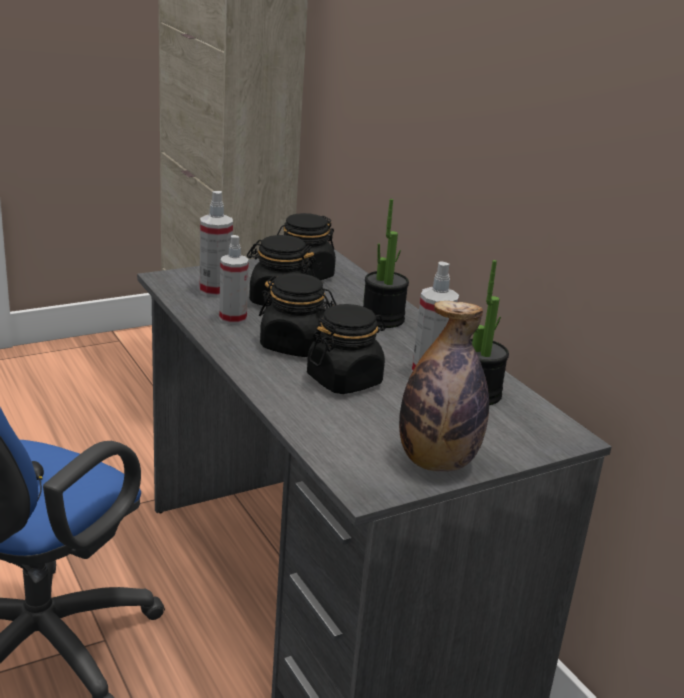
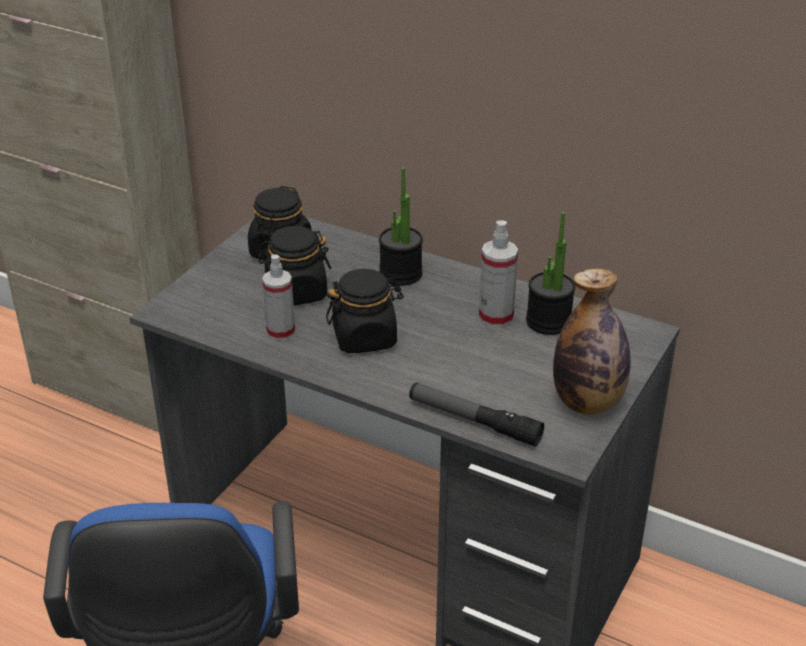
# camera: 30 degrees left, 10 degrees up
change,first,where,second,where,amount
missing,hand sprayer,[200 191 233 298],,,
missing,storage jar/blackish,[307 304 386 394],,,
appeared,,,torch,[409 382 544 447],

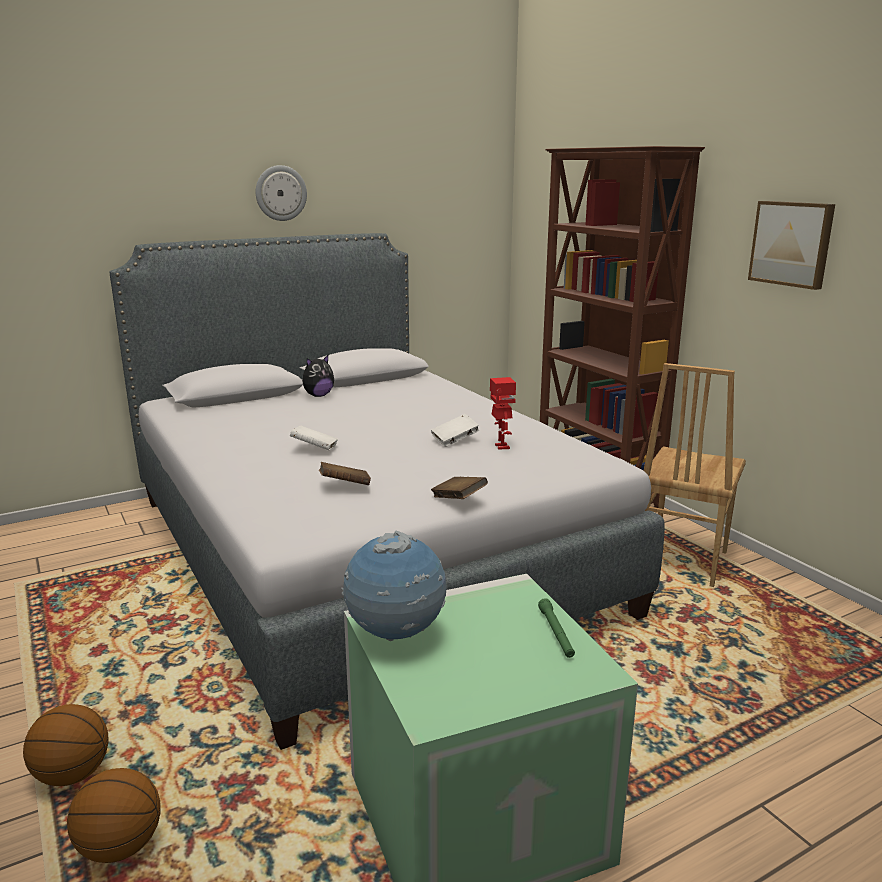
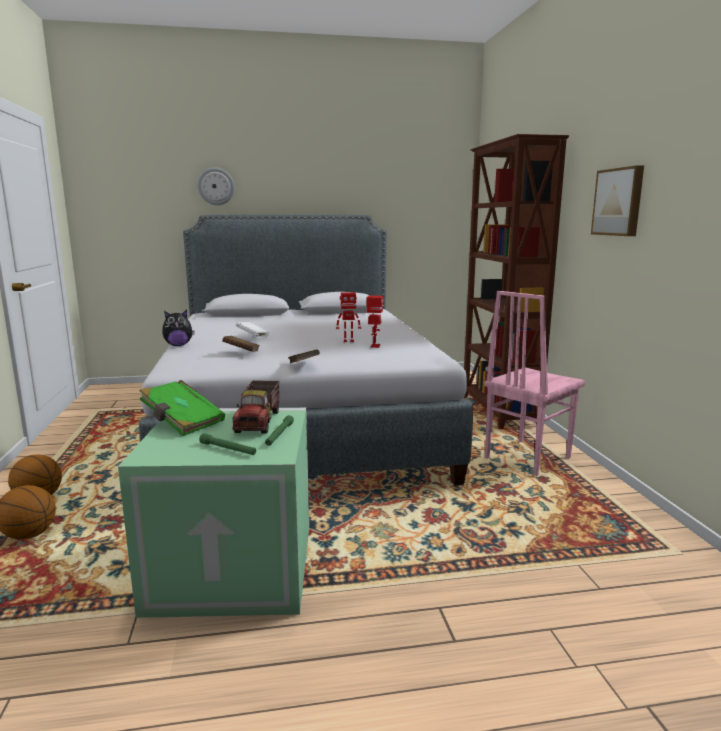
# camera: 20 degrees right, 5 degrees down
change,first,where,second,where,amount
relocated,hanging clock,[256 165 307 221],,[197 168 235 205],
relocated,plush toy,[302 355 334 397],,[162 310 195 346],
exchanged,world globe,[341 531 447 641],volume/green,[140 380 225 436],
exchanged,volume/whitish,[431 414 479 447],model robot,[336 292 361 342],
colour,plain chair/brownish,[644 363 746 587],plain chair/pink,[484 291 585 476],
appeared,,,torch/green,[199 433 256 455],
appeared,,,toy truck,[232 381 280 434],

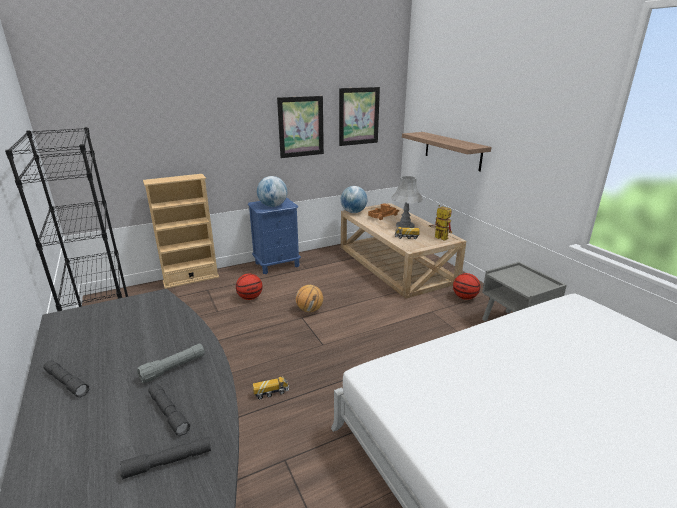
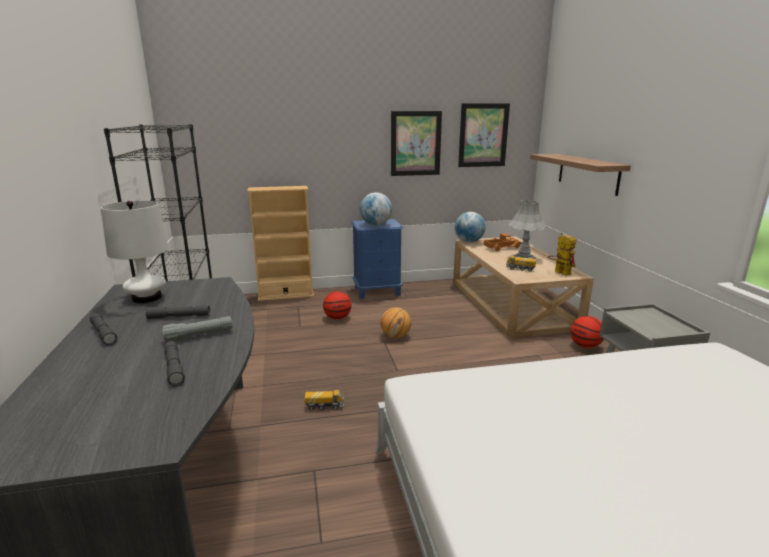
# camera: 15 degrees right, 5 degrees down
change,first,where,second,where,amount
relocated,torch/greyish,[120 437 211 480],,[145 305 210 319],
appeared,,,tabletop lamp/whitish,[101 201 168 303],

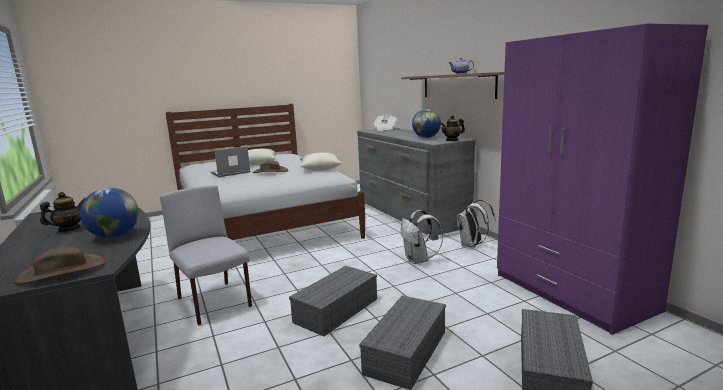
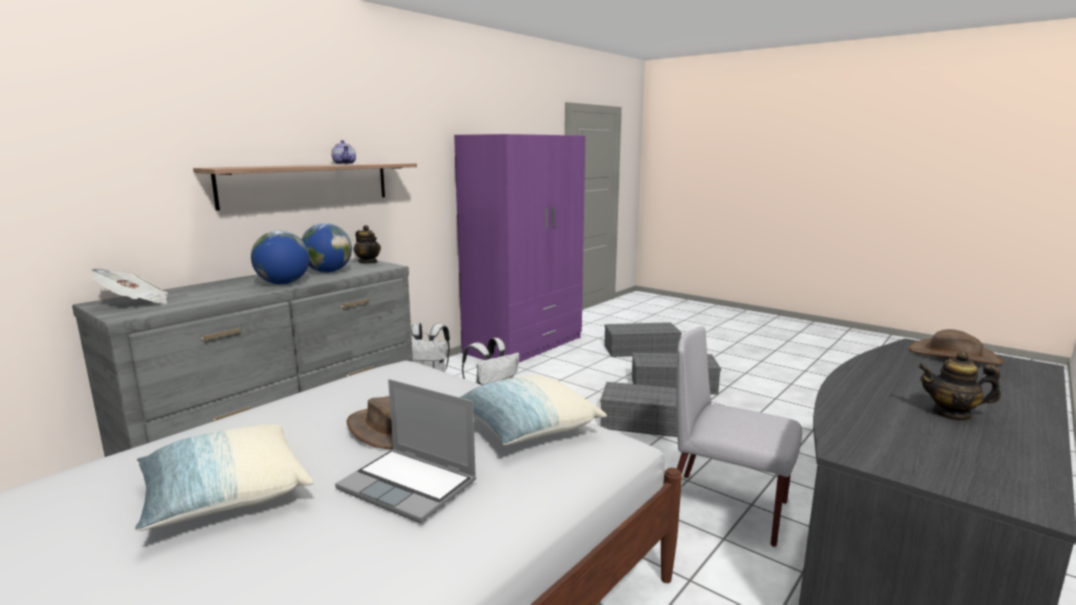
# camera: 115 degrees left, 0 degrees up
change,first,where,second,where,amount
relocated,world globe,[80 188 139 238],,[251 231 310 285],
spun,plain chair/greyish,[160 185 252 325],,[676 326 802 547],90 degrees clockwise
relocated,throw pillow,[300 152 342 171],,[460 375 607 445],

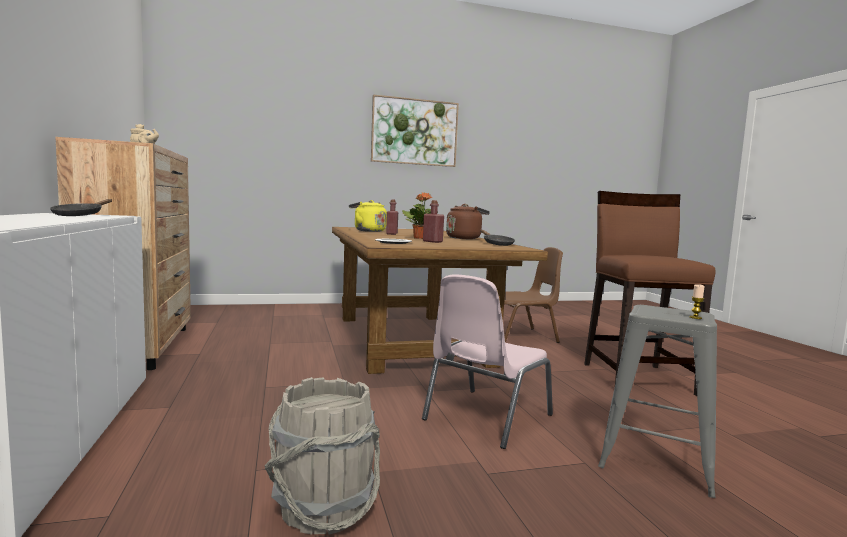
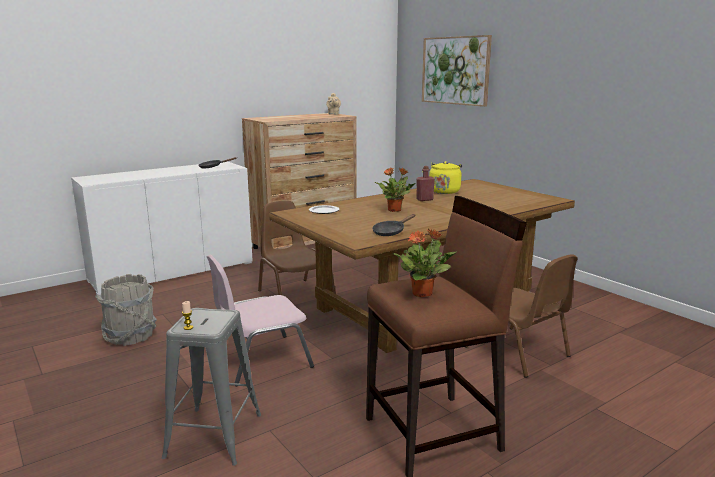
# camera: 70 degrees right, 10 degrees up
change,first,where,second,where,amount
relocated,wall picture,[371 94 459 167],,[422 35 492 107],
spun,plain chair/pink,[422 274 553 449],,[207 255 314 383],45 degrees counterclockwise
missing,beverage bottle/red,[423 200 444 243],,,
missing,kettle/brownish,[446 204 490 239],,,
appeared,,,plain chair/brownish,[258 200 336 295],
appeared,,,potted plant,[393 229 457 297],

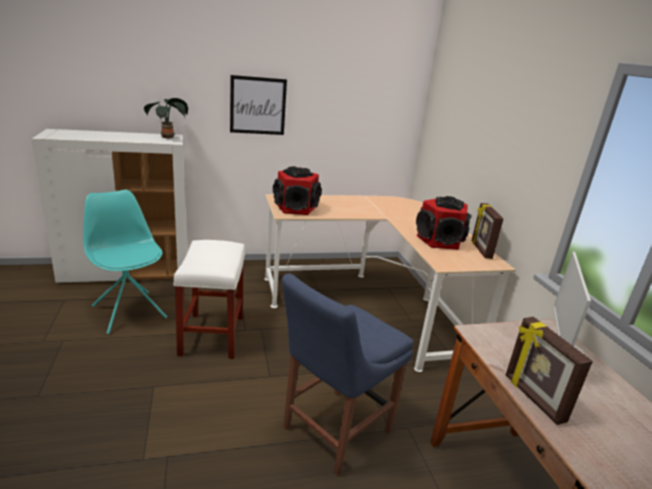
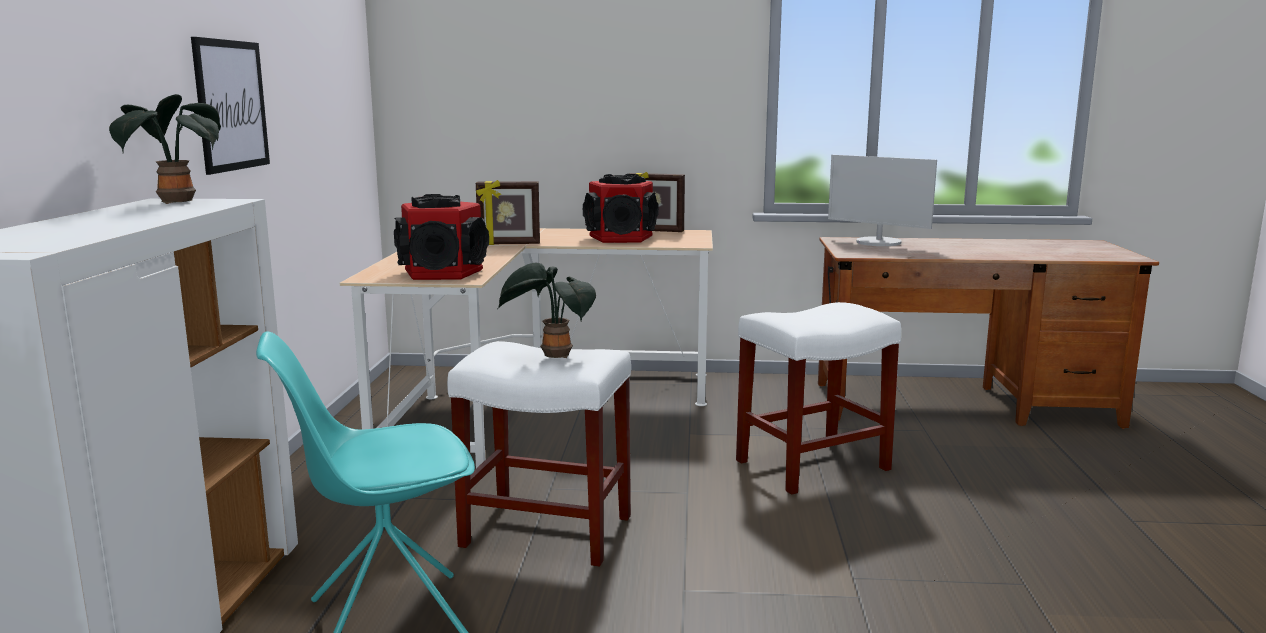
# camera: 70 degrees left, 10 degrees down
change,first,where,second,where,amount
exchanged,plain chair/blue-coloured,[282 273 413 477],stool/whitish,[736 302 901 495],
relocated,photo frame,[506 317 593 425],,[476 180 540 245],
appeared,,,potted plant,[499 263 596 358],

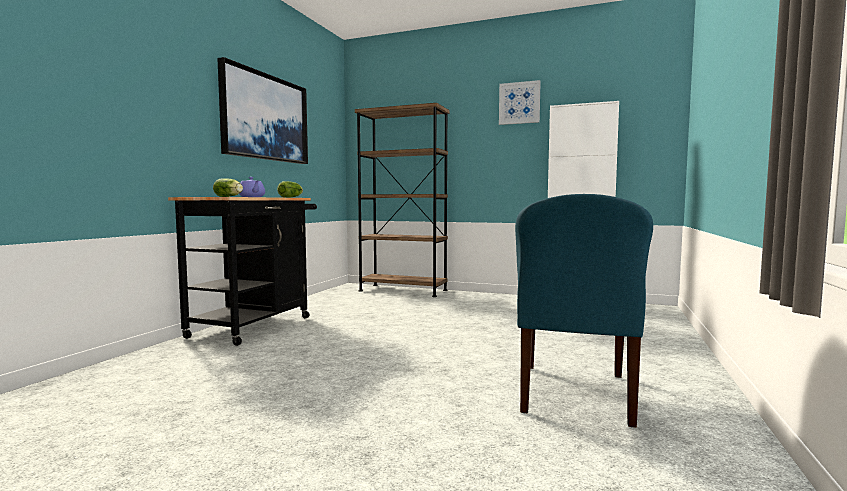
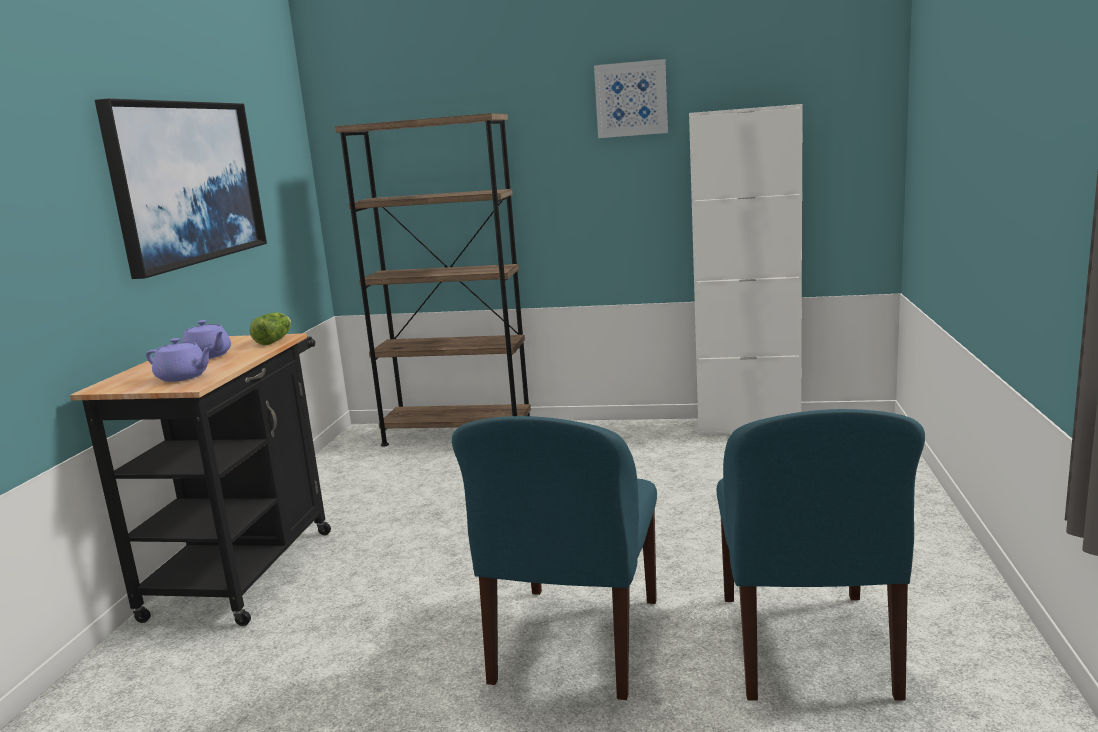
# camera: 10 degrees left, 10 degrees up
change,first,where,second,where,amount
exchanged,head of lettuce,[213 178 243 197],tea pot/purplish,[146 338 213 382],
appeared,,,plain chair/blue-coloured,[452 416 657 700],

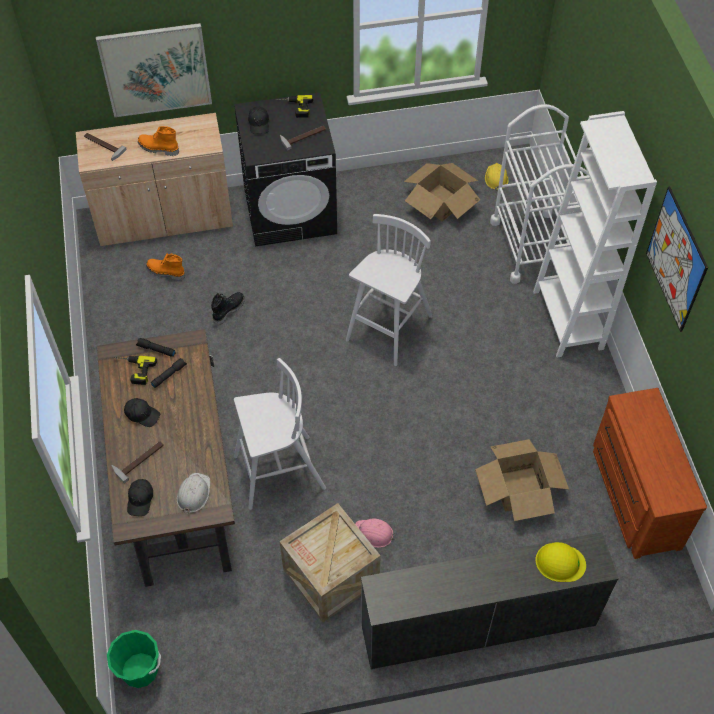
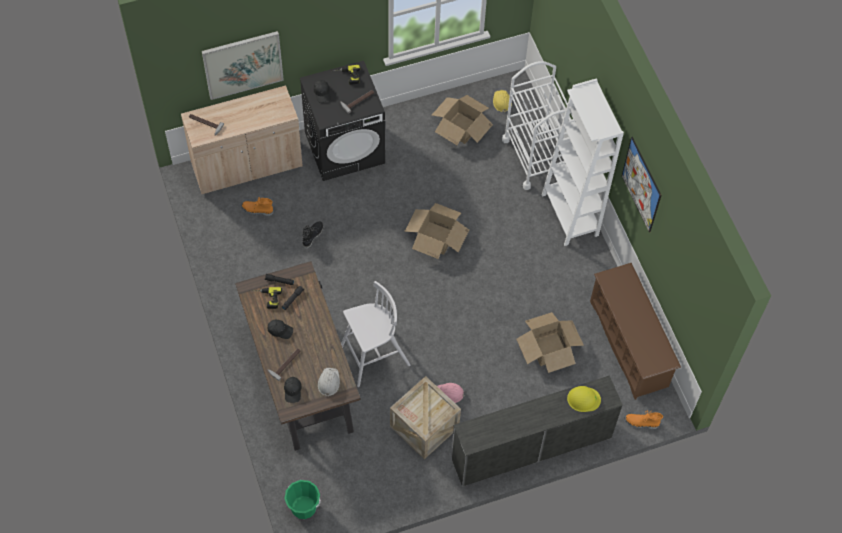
# camera: 10 degrees left, 5 degrees up
change,first,where,second,where,amount
relocated,high-top boot/orange,[138 126 179 156],,[625 411 663 429],
exchanged,stool/whitish,[346 214 433 366],packing box,[404 203 469 259],
exchanged,chest of drawers/brownish,[593 388 707 559],shoe rack/brownish,[590 263 681 400],

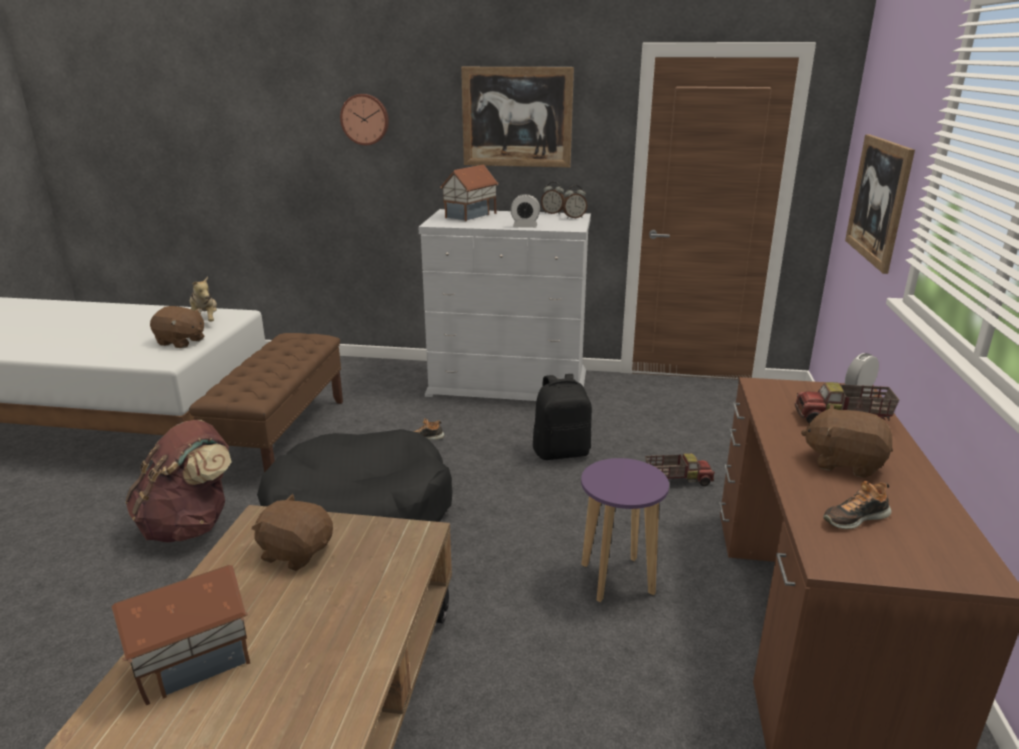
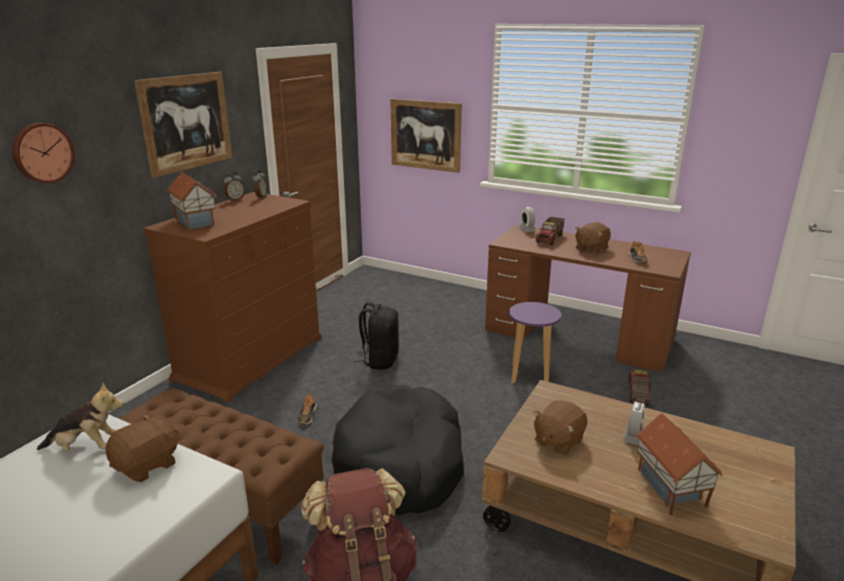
# camera: 70 degrees left, 0 degrees up
change,first,where,second,where,amount
colour,chest of drawers/whitish,[418 209 591 401],chest of drawers/brownish,[143 192 322 403],
relocated,table clock,[511 194 540 228],,[623 402 645 445],
relocated,toy truck,[645 453 715 486],,[628 370 652 405],

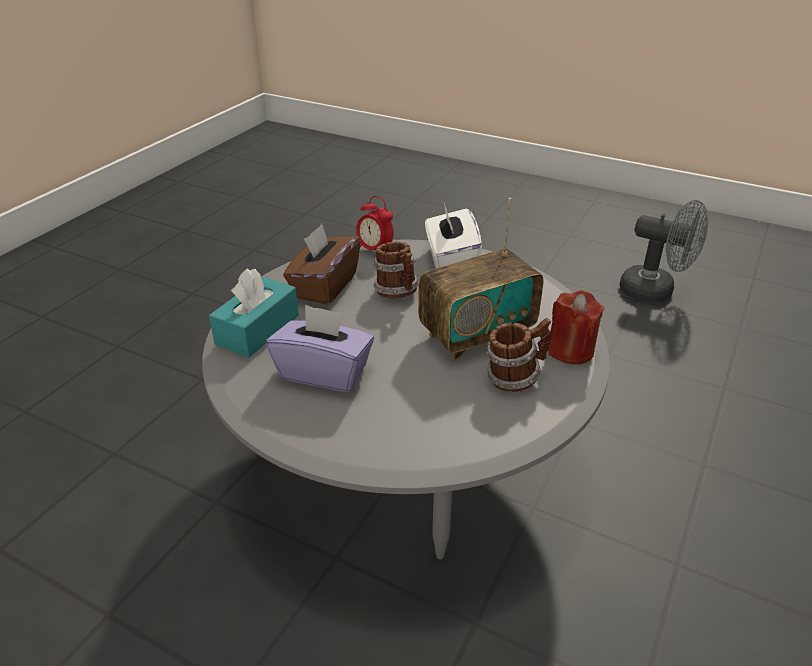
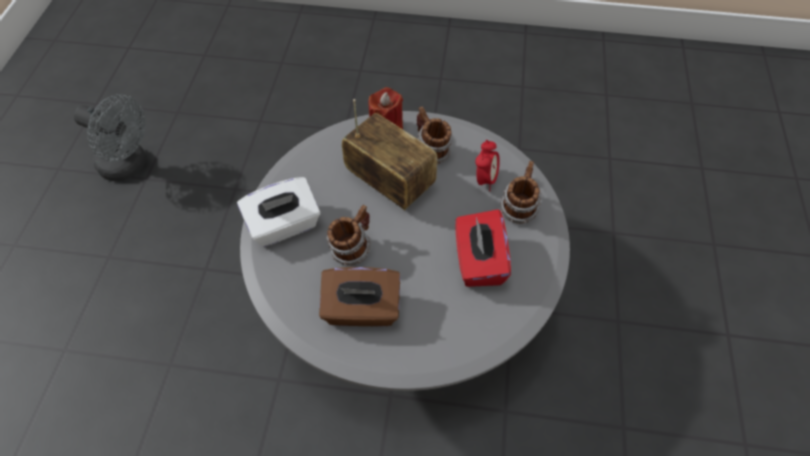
# camera: 110 degrees left, 20 degrees up
change,first,where,second,where,amount
missing,tissue holder/turquoise,[209 268 299 358],,,
colour,tissue holder/purplish,[267 304 374 392],tissue holder/red,[455 209 511 287],
relocated,table clock,[356 196 394 250],,[476 140 500 191],
spun,cooling fan/greyish,[619 200 708 302],,[74 94 146 181],105 degrees clockwise
appeared,,,tea mug,[500 161 542 224],

